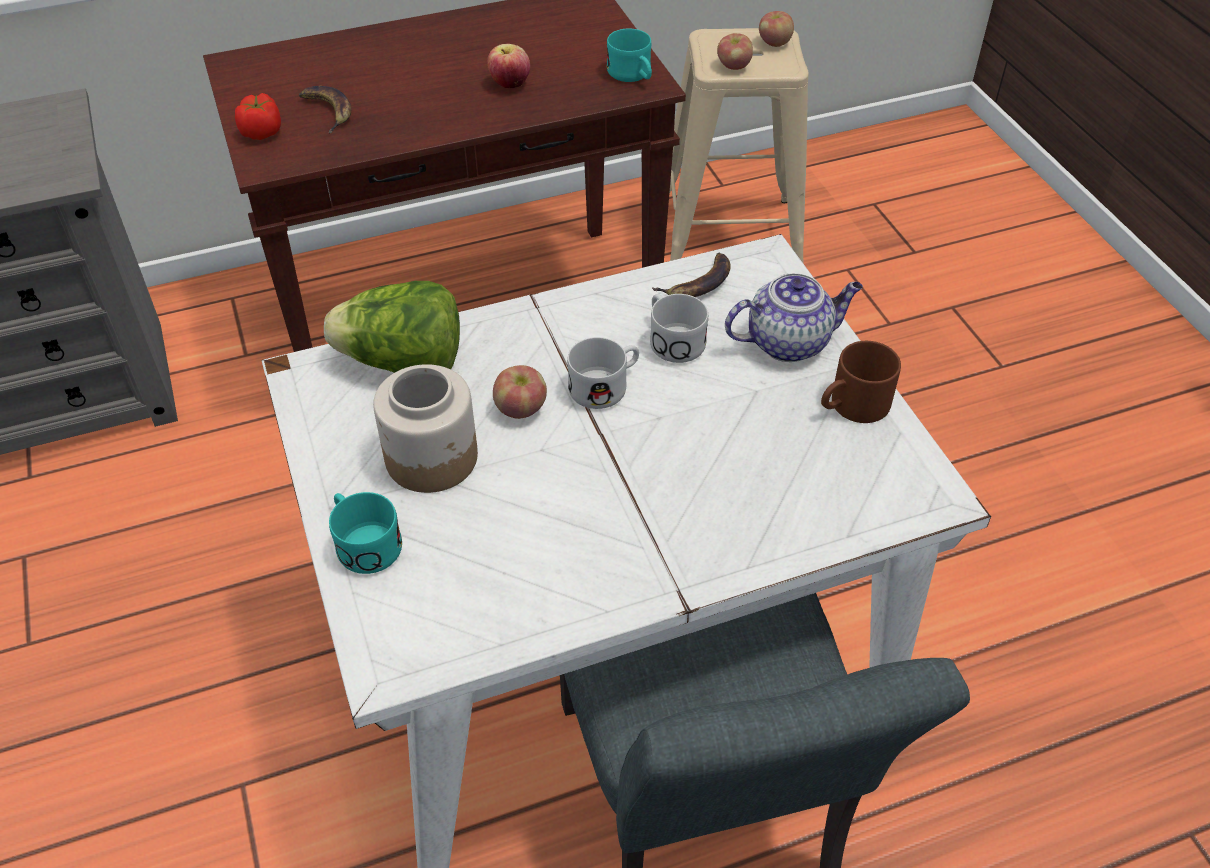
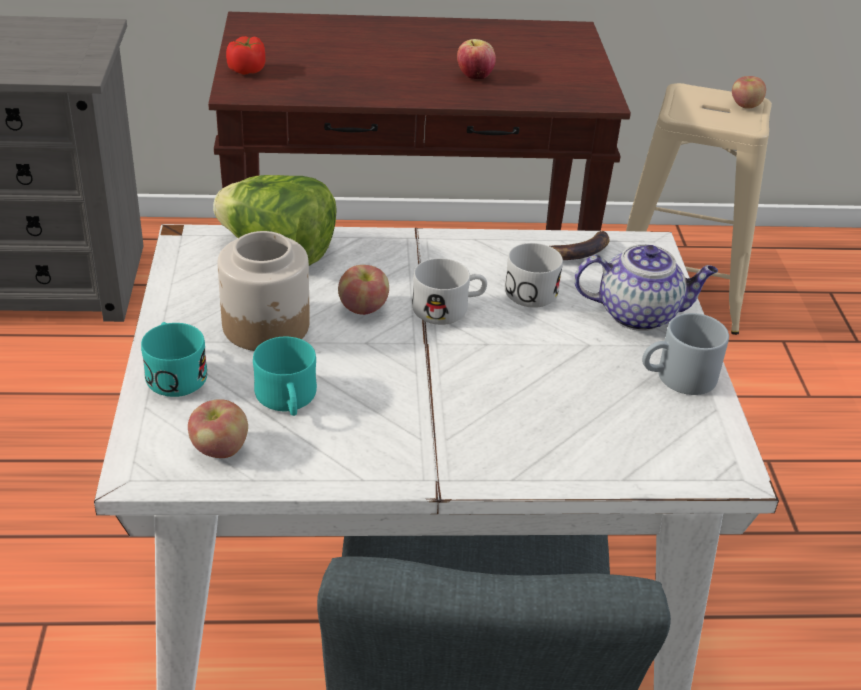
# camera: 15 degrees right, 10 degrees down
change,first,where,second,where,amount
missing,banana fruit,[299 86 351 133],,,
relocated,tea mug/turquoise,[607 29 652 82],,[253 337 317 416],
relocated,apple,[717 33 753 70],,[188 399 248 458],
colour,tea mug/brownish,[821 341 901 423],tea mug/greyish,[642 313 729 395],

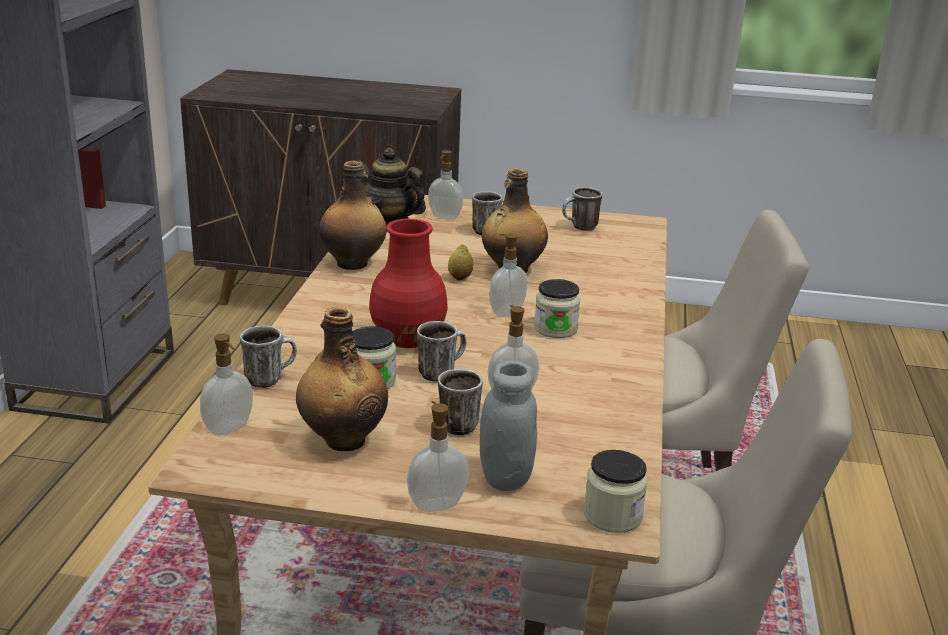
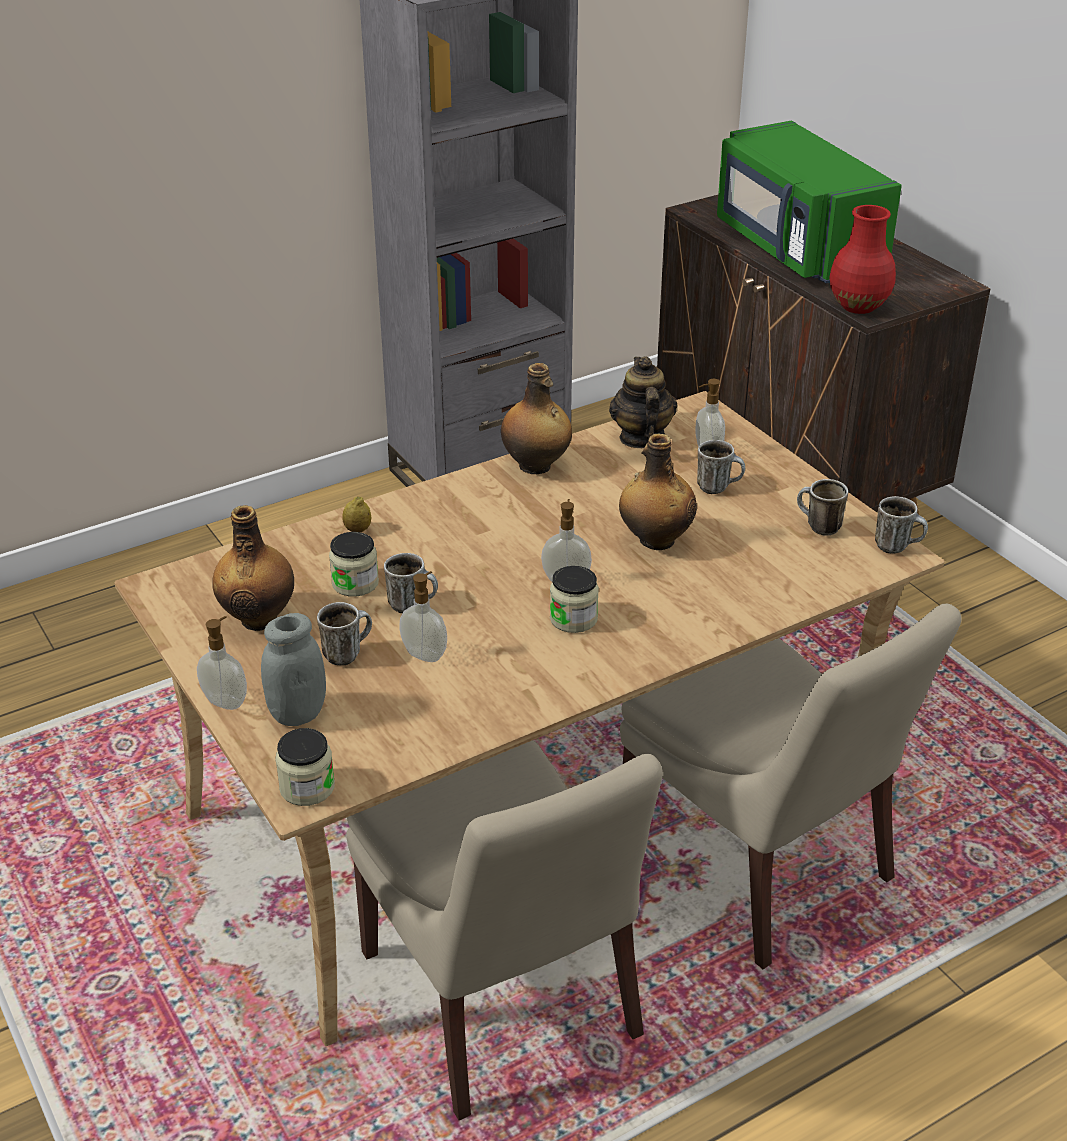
# camera: 50 degrees right, 10 degrees up
change,first,where,second,where,amount
missing,soap dispenser,[200 334 253 435],,,
relocated,tea mug,[240 326 297 388],,[875 496 928 553],
relocated,decorative vase/red,[369 219 448 348],,[830 205 896 314],
relocated,lemon,[448 245 473 281],,[342 496 371 532],
appeared,,,microwave/green,[717 121 902 283],

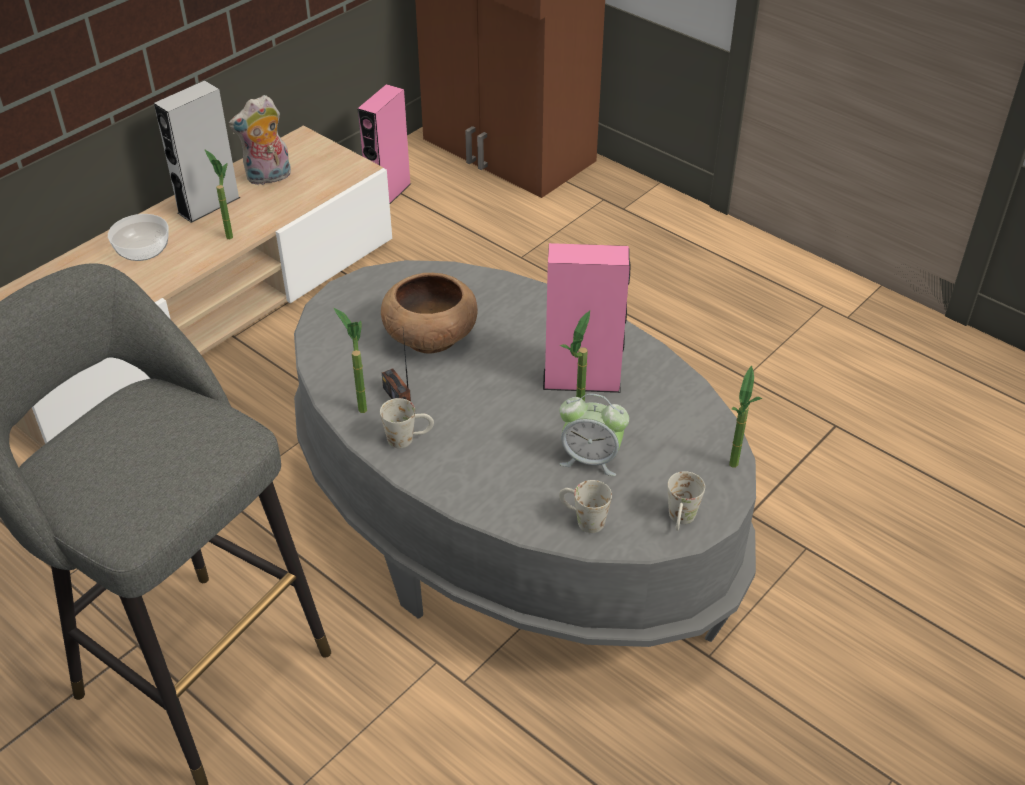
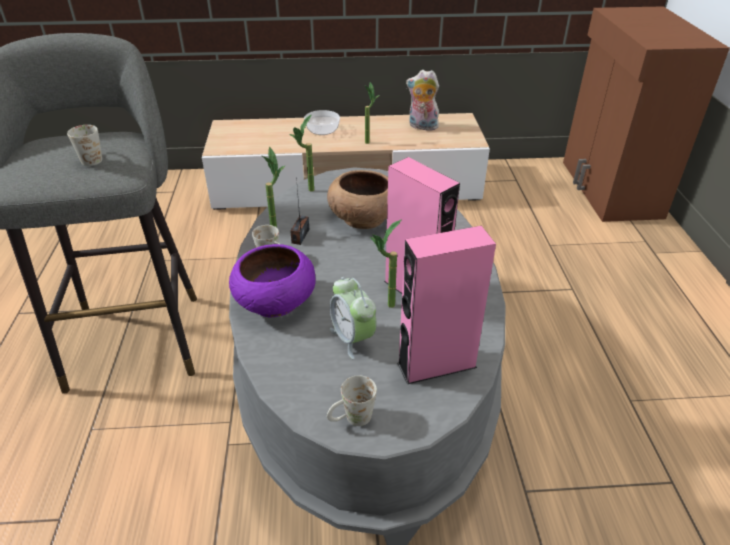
# camera: 45 degrees right, 5 degrees down
change,first,where,second,where,amount
missing,audio speaker/greyish,[154 80 240 223],,,
relocated,audio speaker/pink,[357 84 411 204],,[397 226 496 384],
relocated,tea mug/whitish,[559 480 612 533],,[67 125 102 166],
relocated,potted plant,[729 365 762 467],,[290 114 314 192],
appeared,,,bowl/purplish,[229 244 316 318],

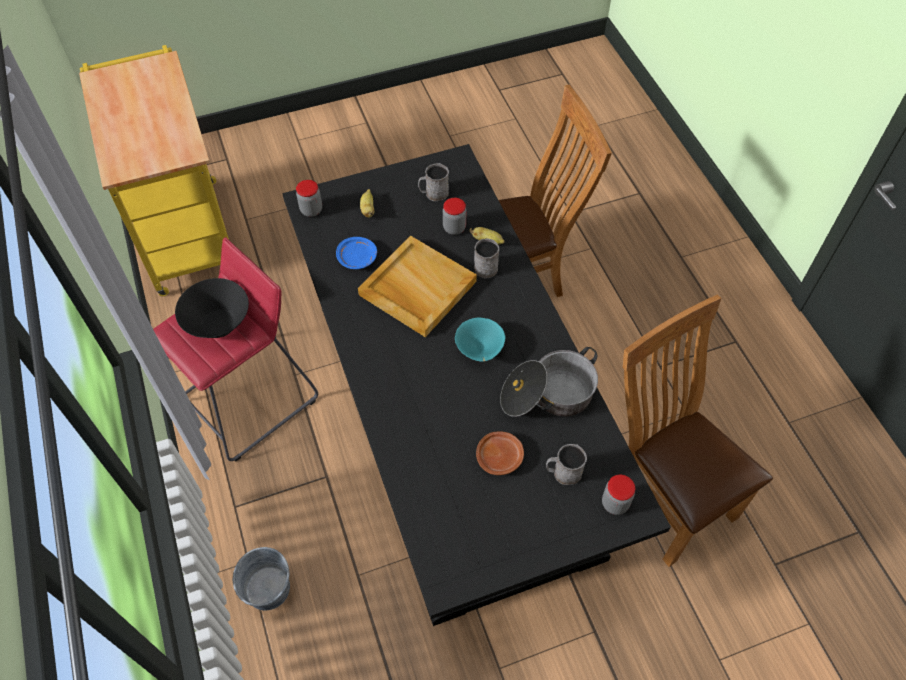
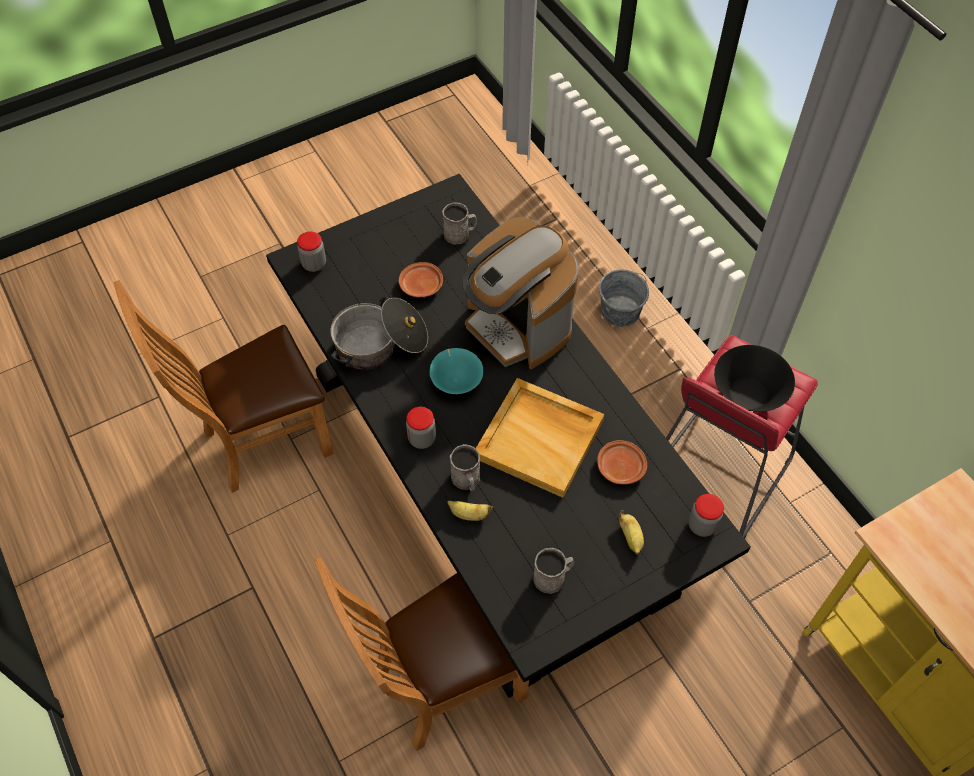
# camera: 170 degrees right, 0 degrees up
change,first,where,second,where,amount
colour,plate/blue-coloured,[336 237 377 269],plate/brownish,[597 440 647 485],
relocated,storage jar,[443 198 466 235],,[406 407 436 449],
relocated,tea mug/greyish,[546 444 587 485],,[442 202 477 244],
spun,plain chair/brownish,[623 294 773 567],,[113 280 334 493],105 degrees clockwise
appeared,,,coffee machine,[462 217 579 369],

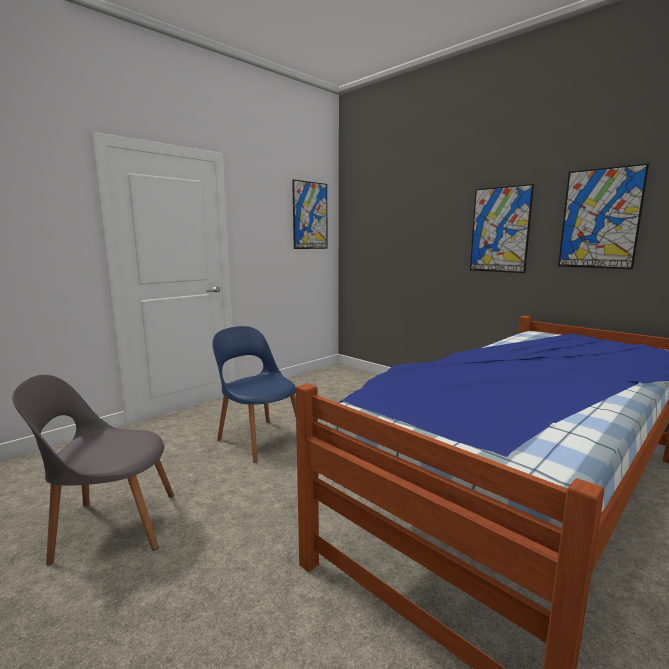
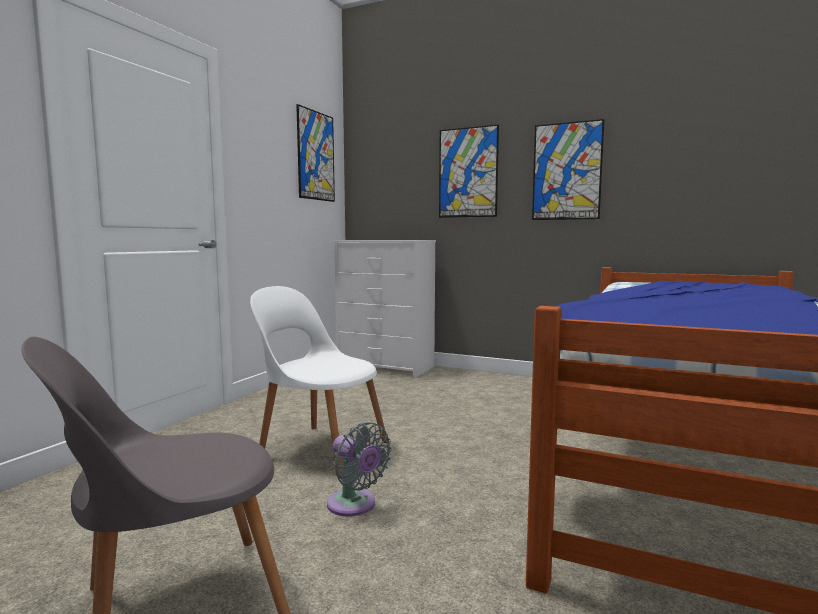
# camera: 20 degrees left, 5 degrees down
change,first,where,second,where,amount
colour,plain chair/blue-coloured,[212 326 296 463],plain chair/whitish,[250 286 387 475],
relocated,wall picture,[558 163 649 269],,[439 125 499 218],
appeared,,,cooling fan/greyish,[327 422 392 516],
appeared,,,chest of drawers/whitish,[333 240 436 378],

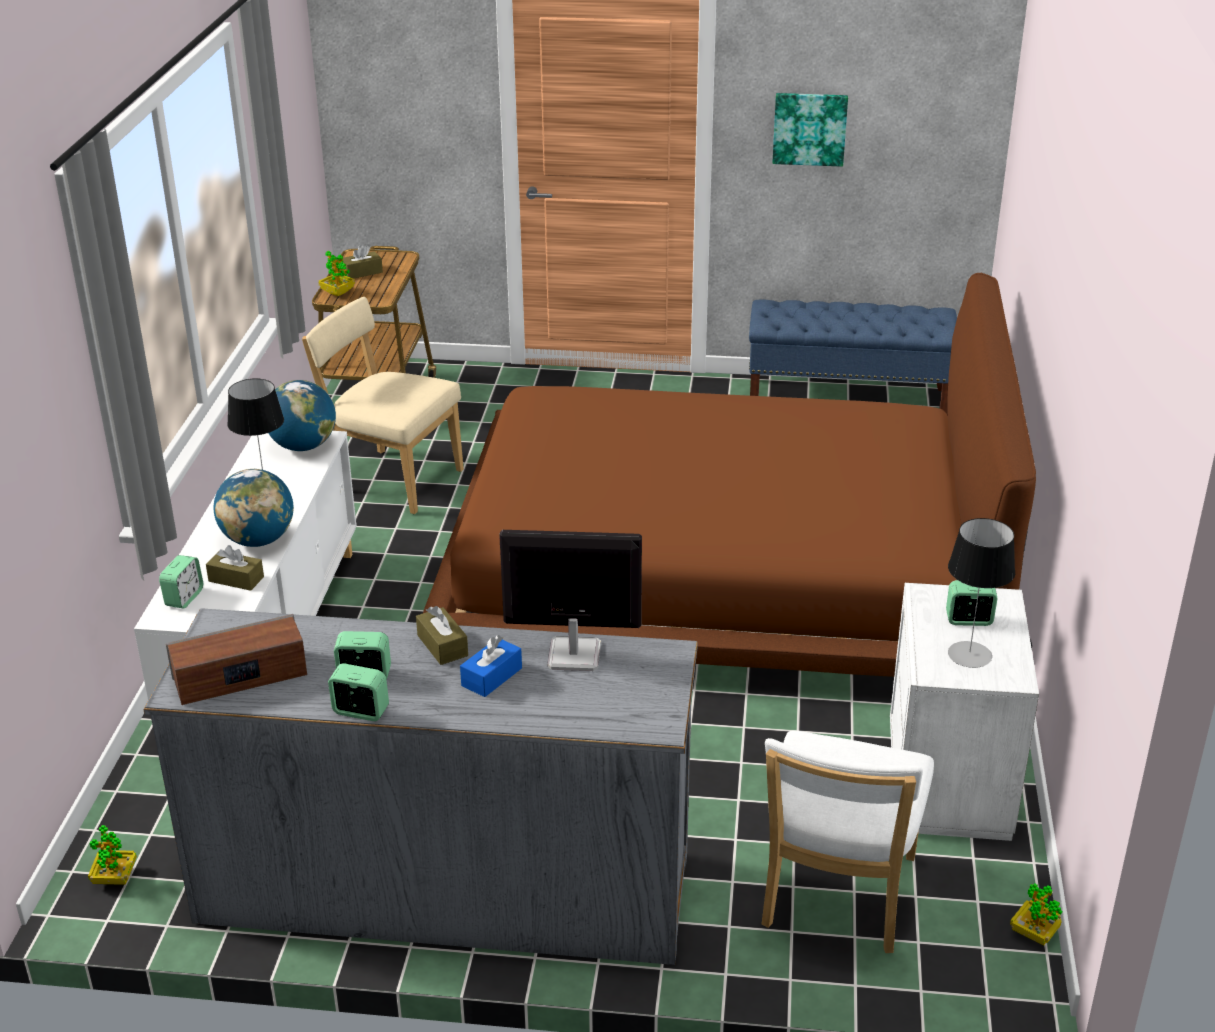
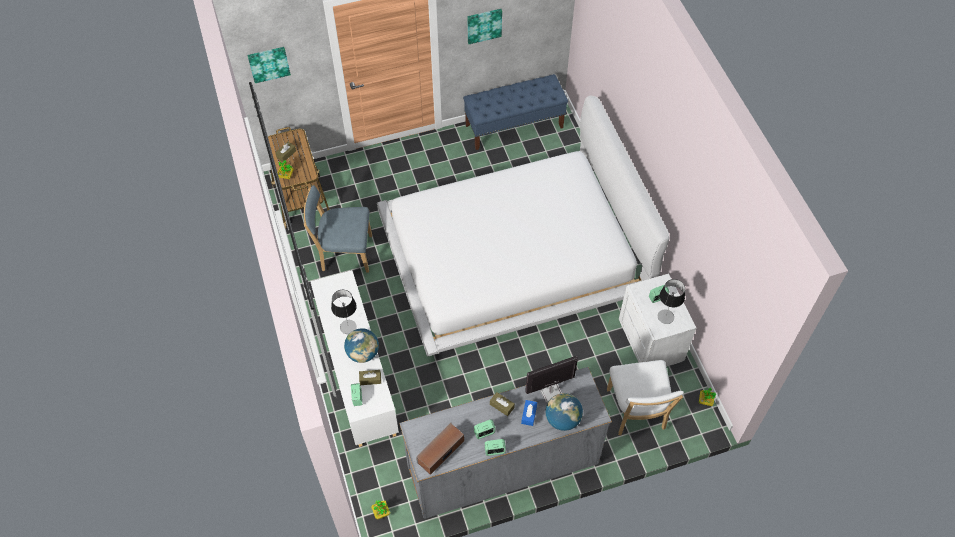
# camera: 25 degrees left, 25 degrees up
change,first,where,second,where,amount
relocated,world globe,[269 380 336 451],,[545 393 583 431],
colour,plain chair/beige,[302 297 464 514],plain chair/blue-coloured,[304 185 372 273],
colour,bedroom bed/brownish,[423 273 1036 677],bedroom bed/whitish,[377 95 669 357],
appeared,,,wall picture,[247 47 291 83],

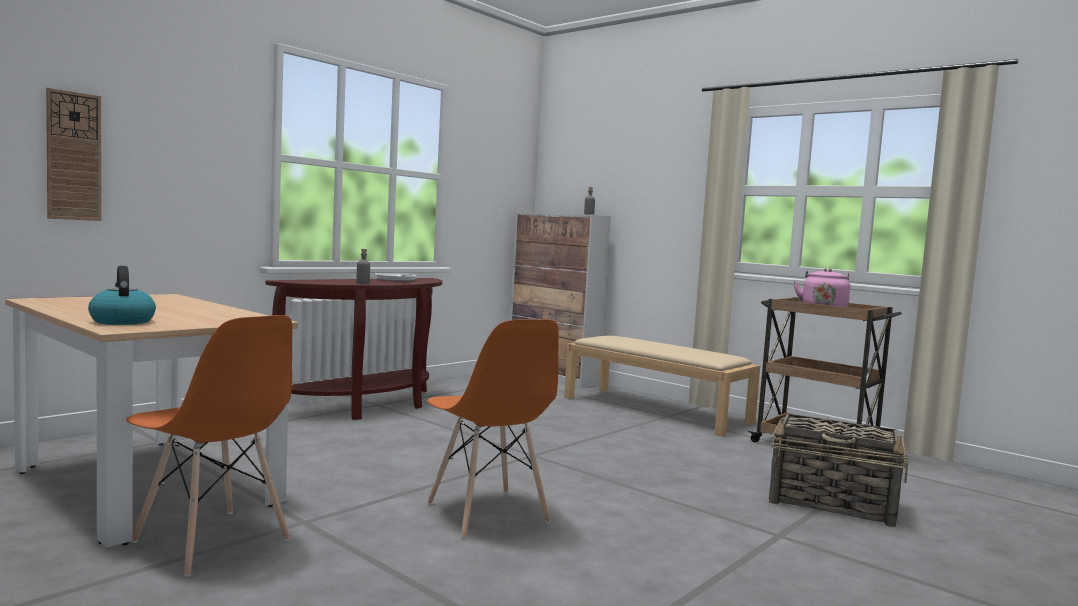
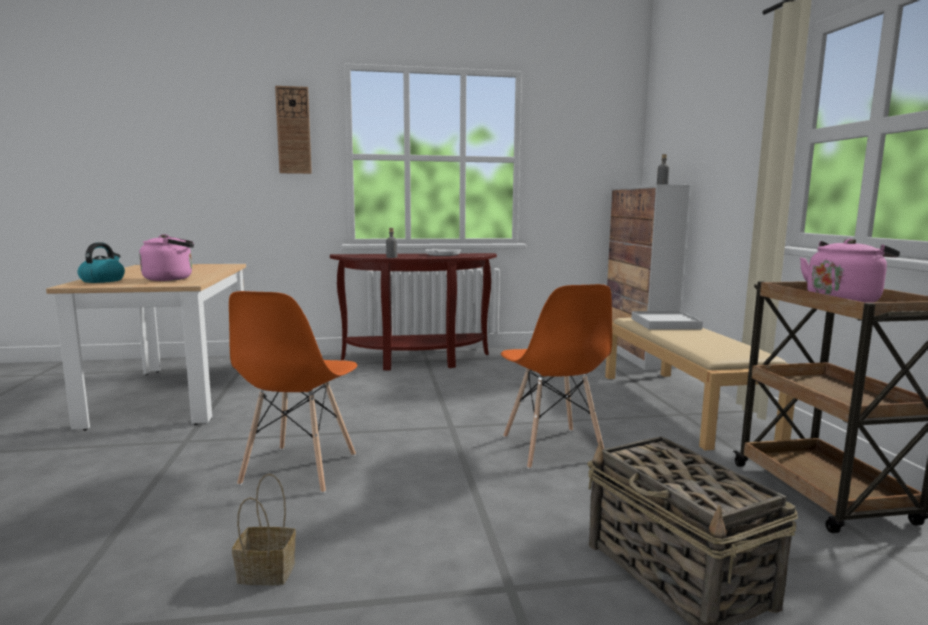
# camera: 40 degrees right, 5 degrees up
change,first,where,second,where,amount
relocated,hanging clock,[46 88 101 221],,[275 86 312 174],
relocated,plain chair/orange,[126 315 292 577],,[501 284 612 469],
appeared,,,kettle/pink,[139 234 194 281],
appeared,,,basket,[232 474 296 585],
appeared,,,serving tray/whitish,[631 311 703 329],

